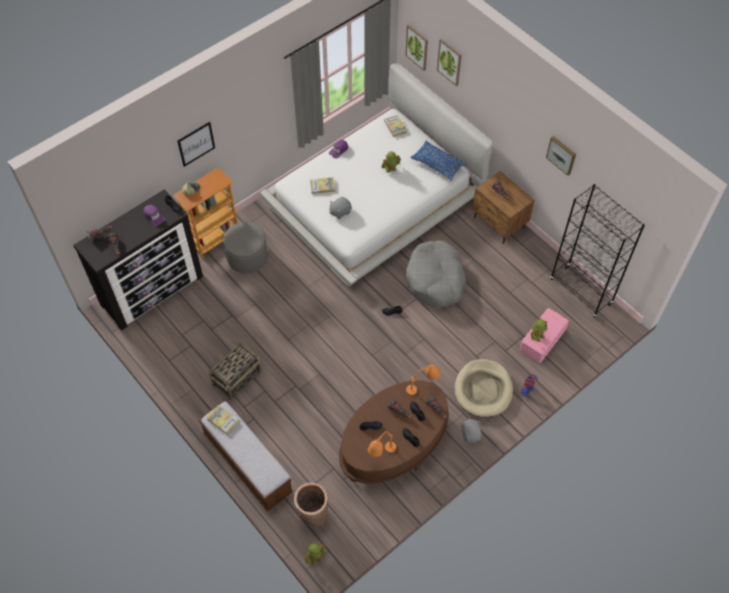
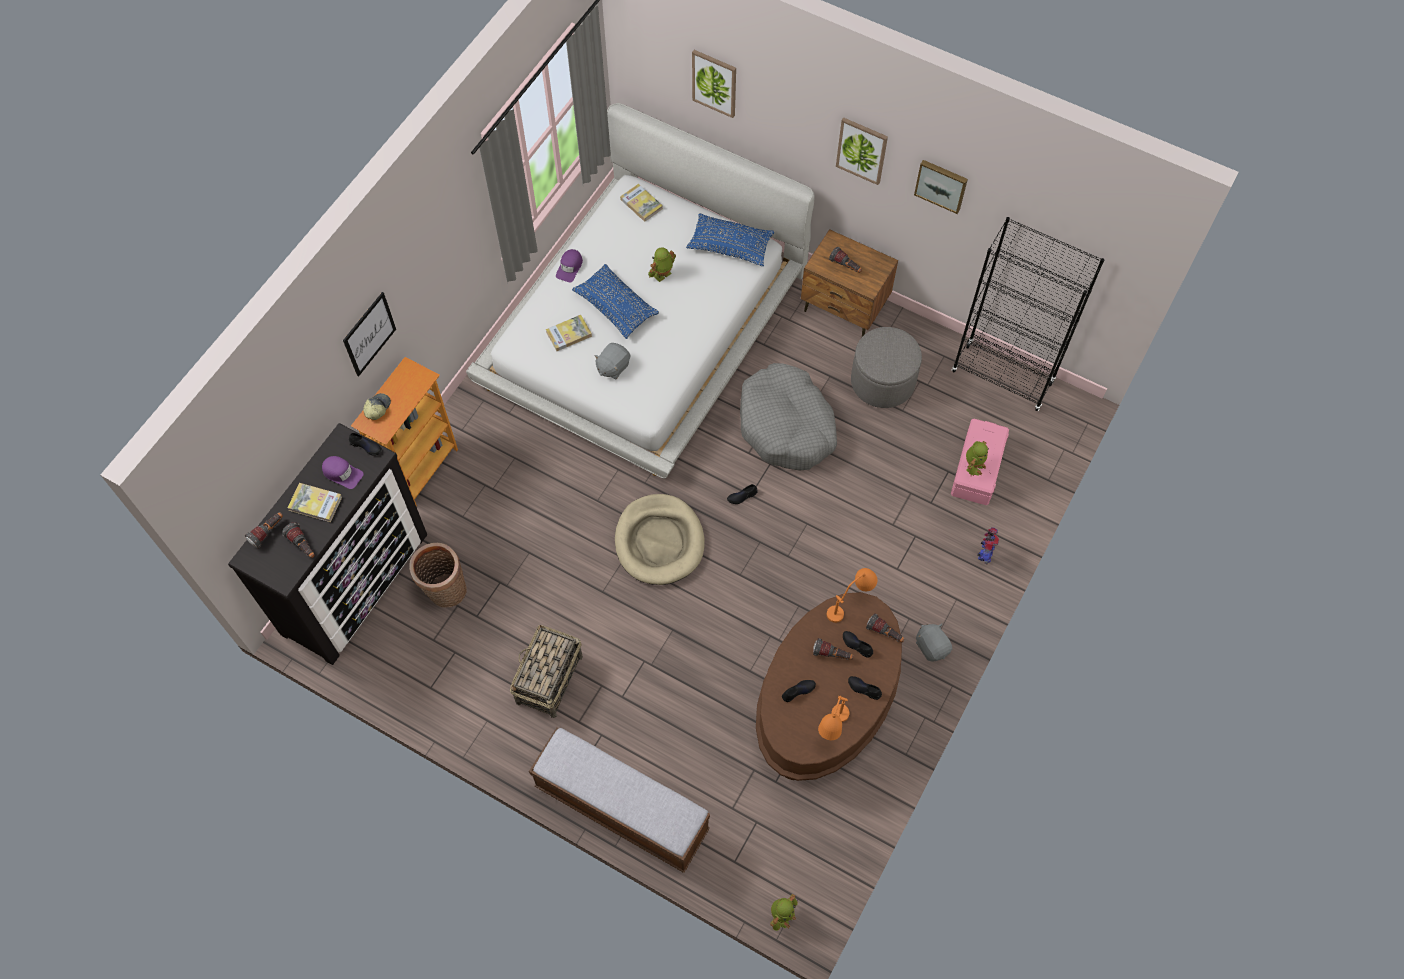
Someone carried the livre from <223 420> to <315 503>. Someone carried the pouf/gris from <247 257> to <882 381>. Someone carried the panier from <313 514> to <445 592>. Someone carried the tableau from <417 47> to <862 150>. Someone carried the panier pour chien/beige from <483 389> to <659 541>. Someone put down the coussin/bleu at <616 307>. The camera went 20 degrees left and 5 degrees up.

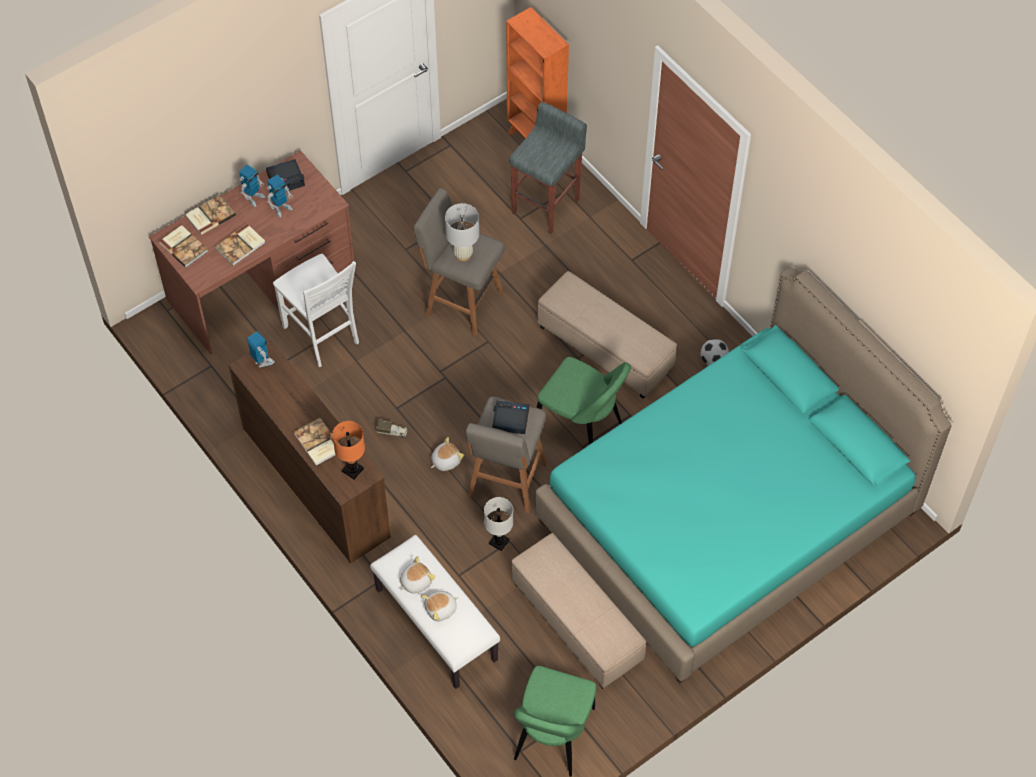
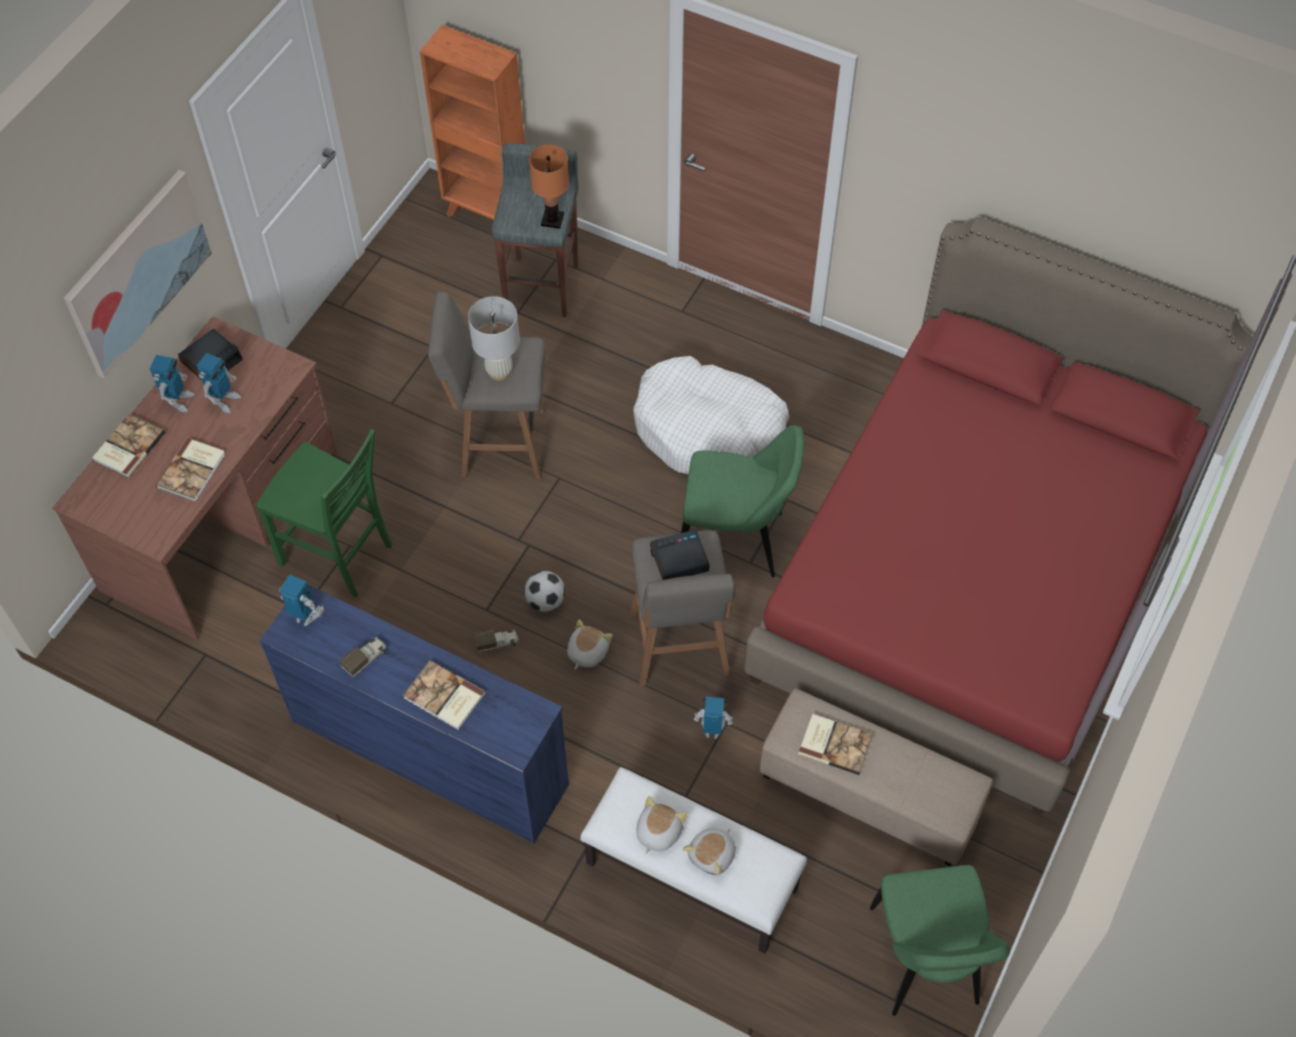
Someone carried the livre from <184 246> to <835 744>. Someone repainted the commode/marron at <316 481>, which became the commode/bleu at <429 751>. Someone repainted the chaise/blanc at <322 335>, which became the chaise/vert at <338 554>. Someone carried the lampe de table/orange from <352 469> to <552 219>. Someone swapped the lampe de table/blanc at <498 542> for the robot jouet at <712 729>. Someone repainted the lit/turquoise at <727 517>, which became the lit/rouge at <975 577>. Someone swapped the pouf/beige at <604 348> for the panier pour chien/blanc at <709 430>. Someone carried the ballon de foot from <713 360> to <545 601>. Someone put up the tableau at <137 272>. Someone put down the camion jouet at <365 659>. The camera went 25 degrees left and 0 degrees up.

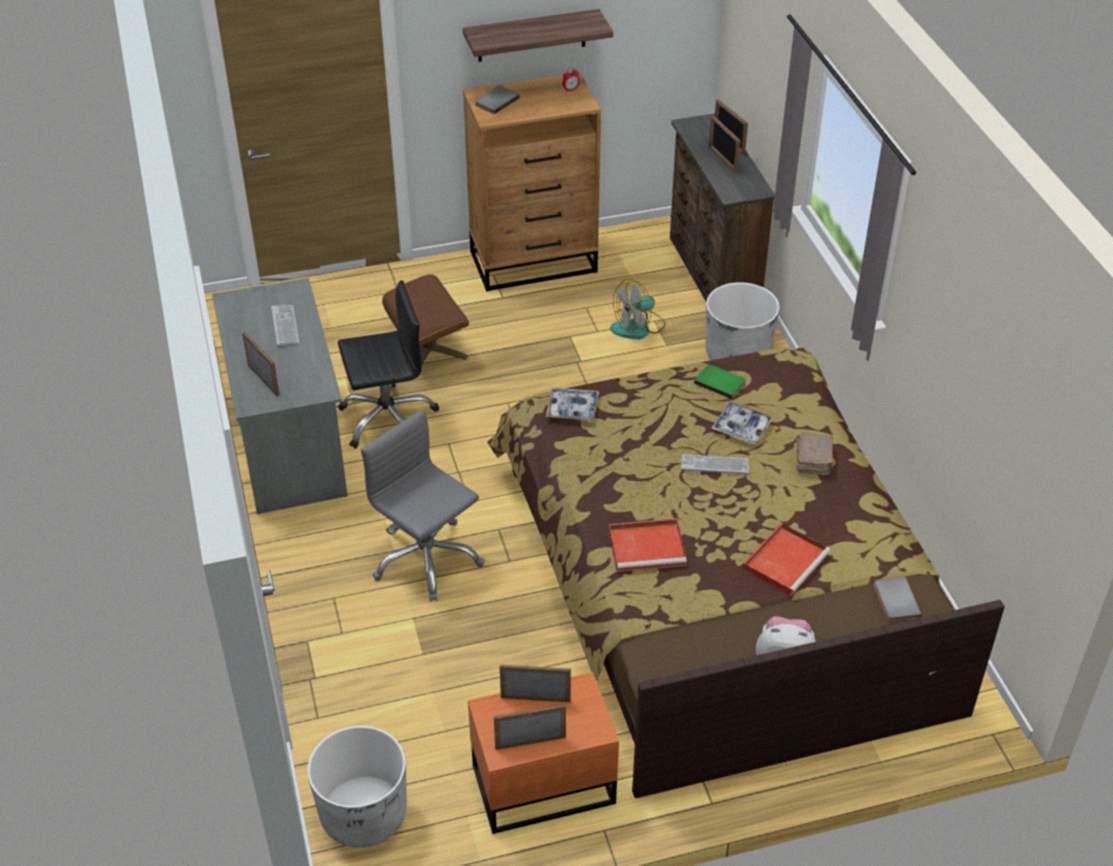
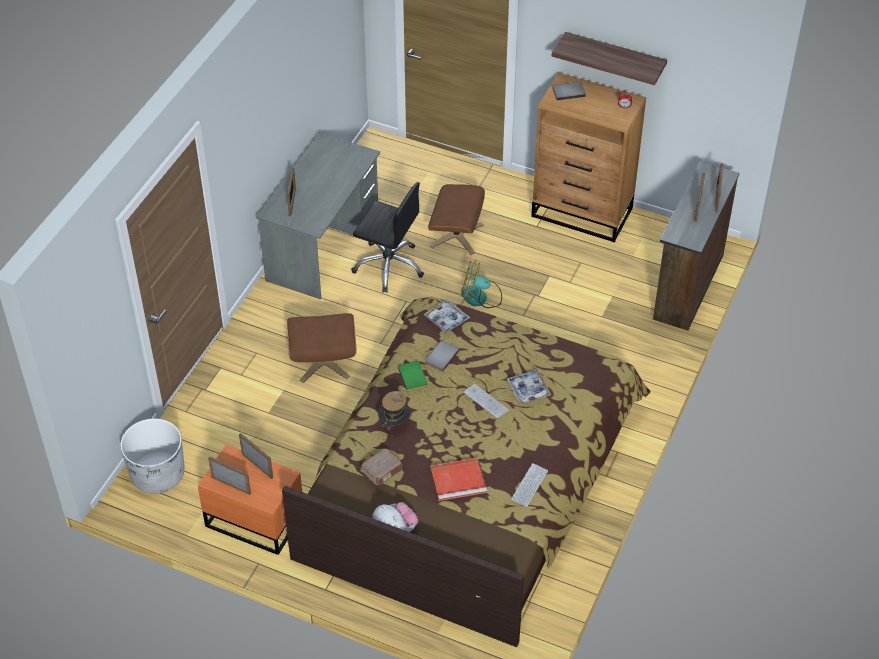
Someone carried the clavier from <285 326> to <529 485>. Someone swapped the chaise de bureau/gris at <426 559> for the pouf/marron at <323 361>. Someone swapped the plateau/rouge at <648 547> for the chapeau at <395 424>. Someone carried the ventilateur from <638 327> to <480 297>. Someone carried the livre/vert from <720 382> to <414 377>. Someone took away the cache-pot/blanc at <737 354>. Someone carried the livre/marron from <814 460> to <382 471>. Someone carried the livre/gris from <894 601> to <440 356>. The camera went 40 degrees right and 5 degrees up.

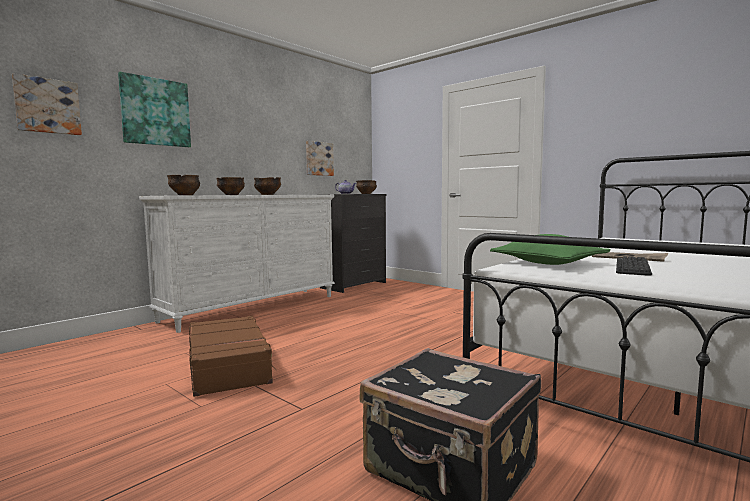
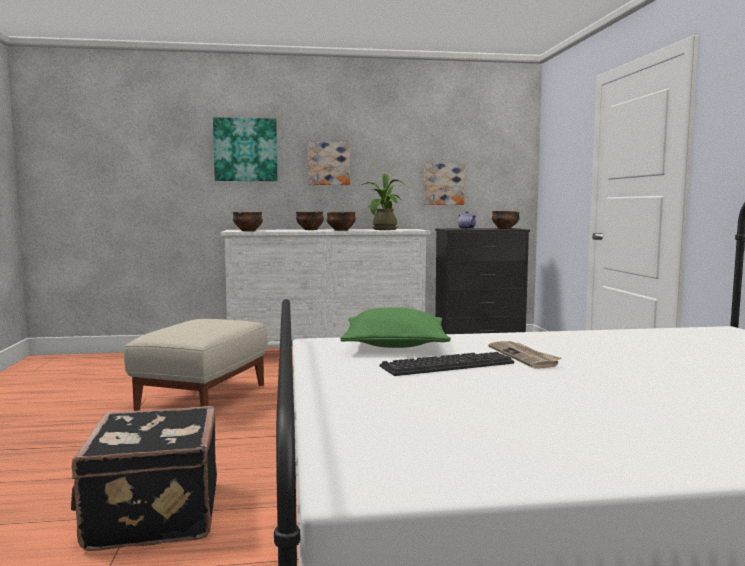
Someone carried the tableau from <47 106> to <328 164>. Someone swapped the valise/marron at <229 366> for the pouf/beige at <203 396>. Someone put down the plante en pot at <383 229>. The camera went 40 degrees right and 0 degrees up.

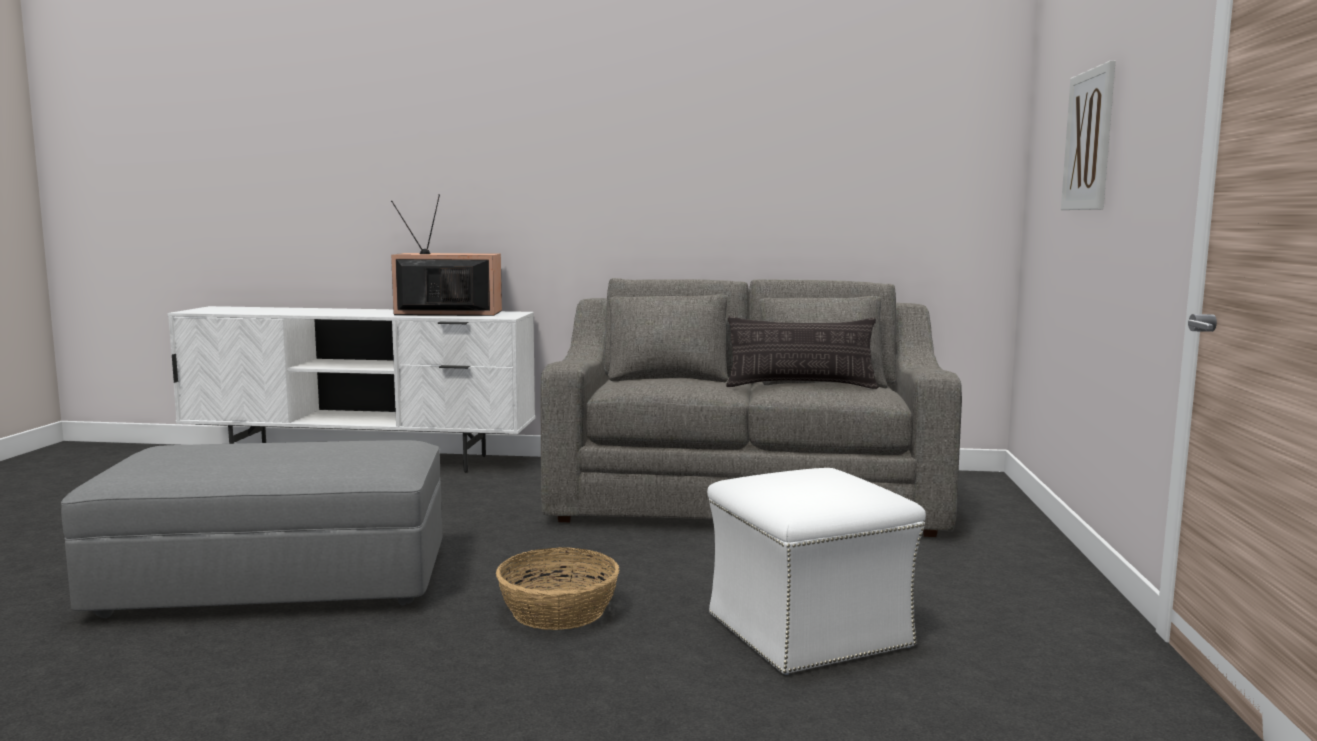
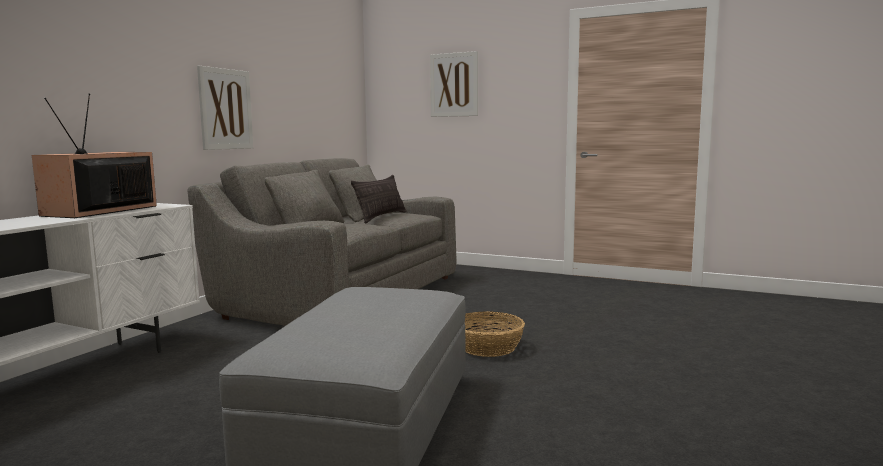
Someone took away the pouf/blanc at <806 631>. Someone put up the tableau at <225 109>. The camera went 70 degrees left and 0 degrees up.

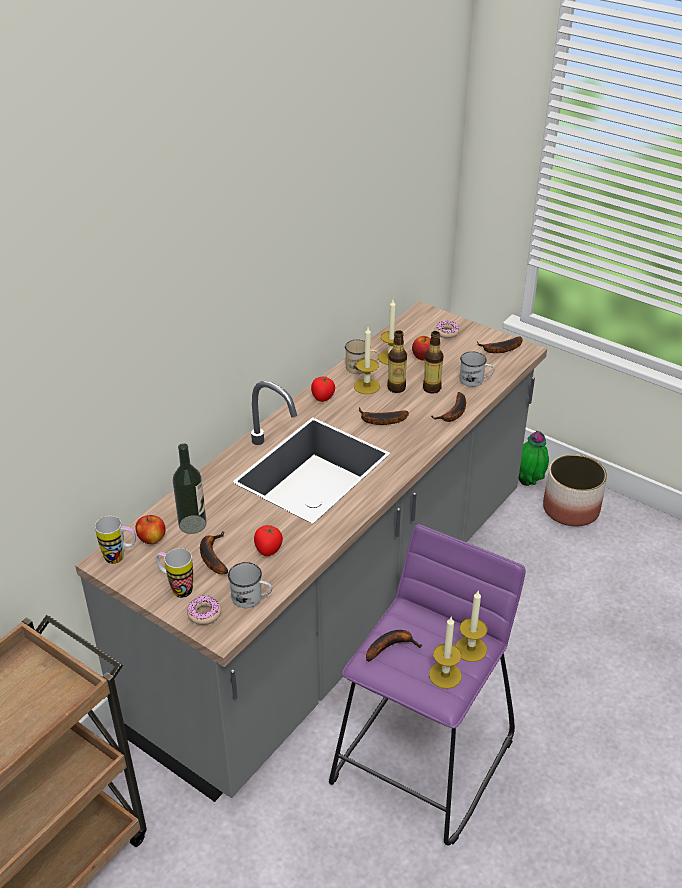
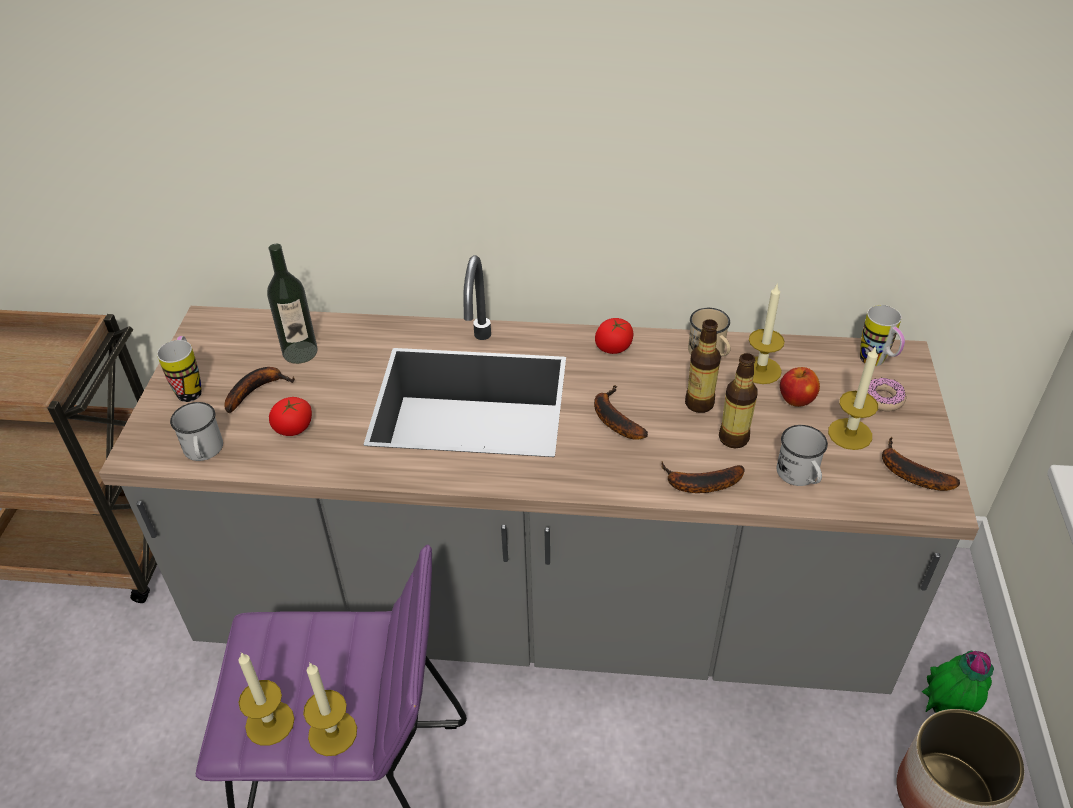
Someone carried the mug from <120 557> to <877 363>. Someone took away the pomme at <152 539>. Someone took away the beignet at <204 614>. Someone carried the bougie from <366 386> to <850 434>. Someone took away the banane at <391 646>. The camera went 60 degrees right and 5 degrees up.

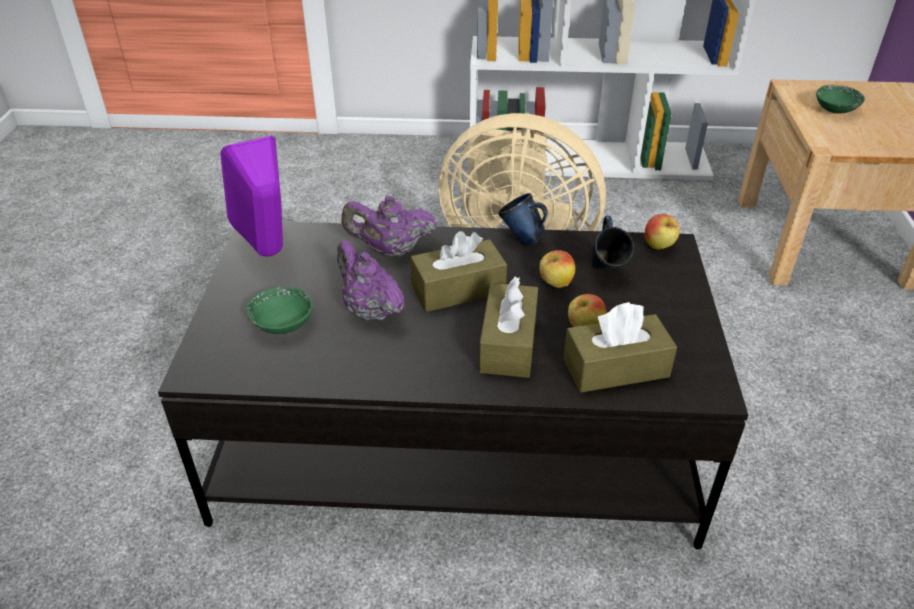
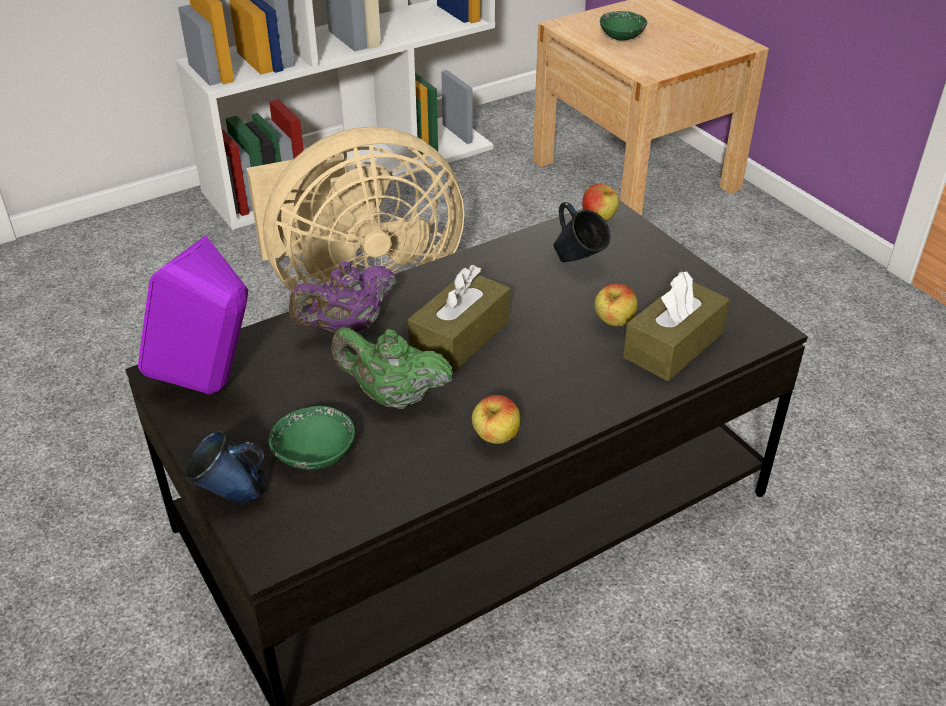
Someone repainted the théière/violet at <370 309>, which became the théière/vert at <393 397>. Someone took away the boîte à mouchoirs/marron at <508 343>. Someone carried the mug/bleu from <522 240> to <232 497>. Someone carried the pomme from <555 284> to <495 439>. The camera went 35 degrees left and 0 degrees up.

